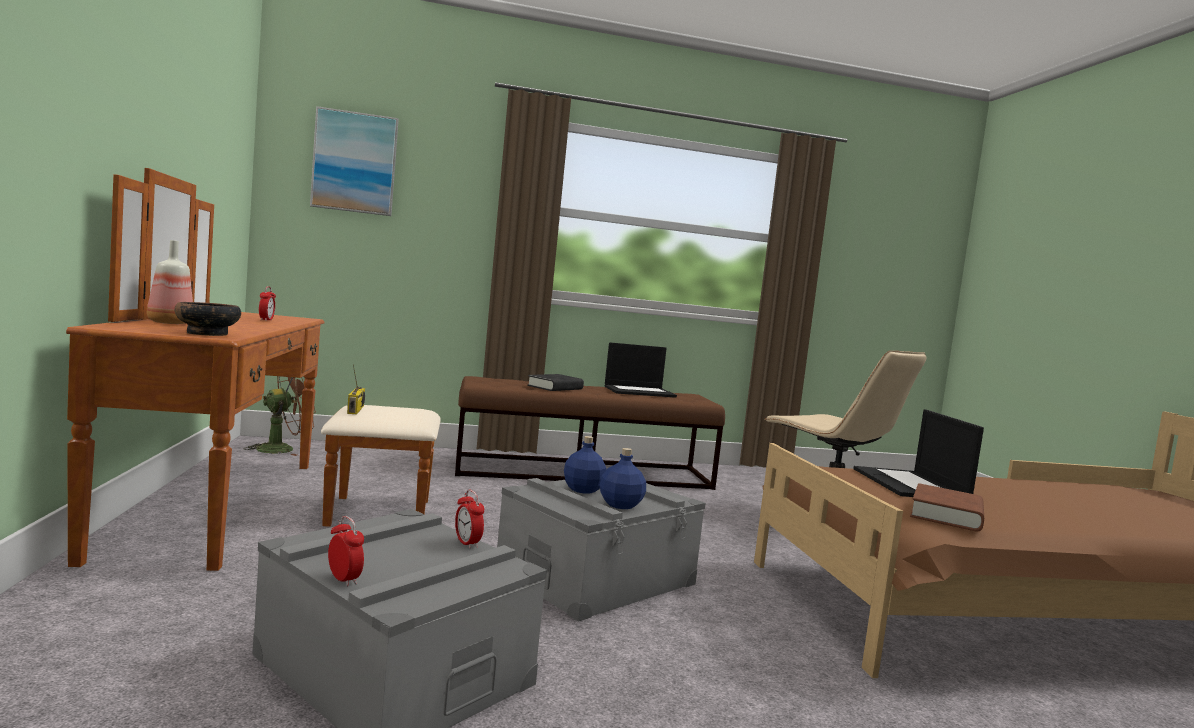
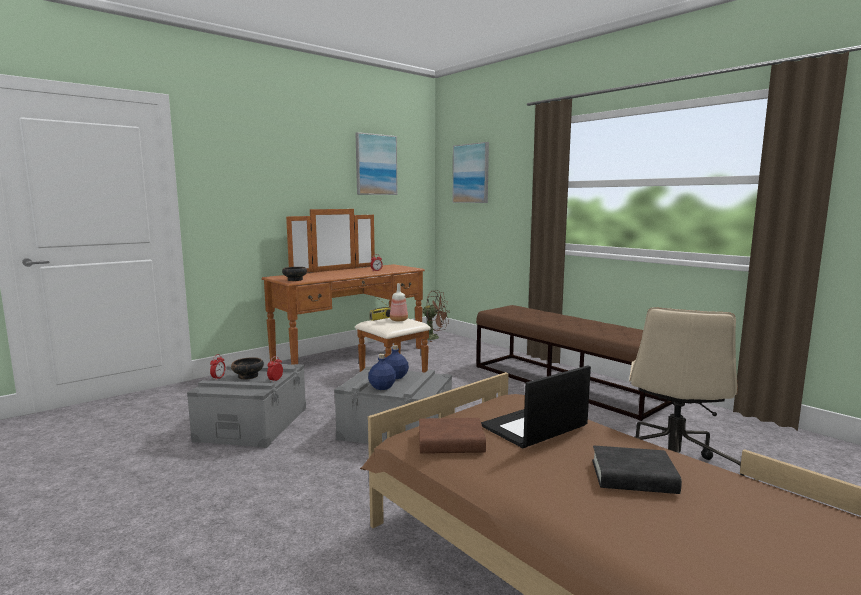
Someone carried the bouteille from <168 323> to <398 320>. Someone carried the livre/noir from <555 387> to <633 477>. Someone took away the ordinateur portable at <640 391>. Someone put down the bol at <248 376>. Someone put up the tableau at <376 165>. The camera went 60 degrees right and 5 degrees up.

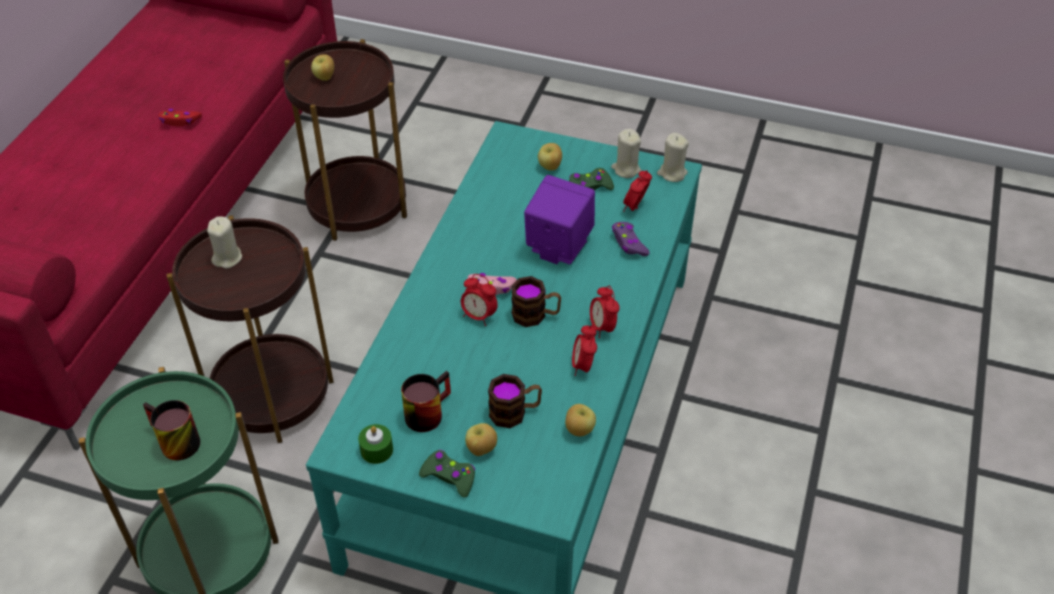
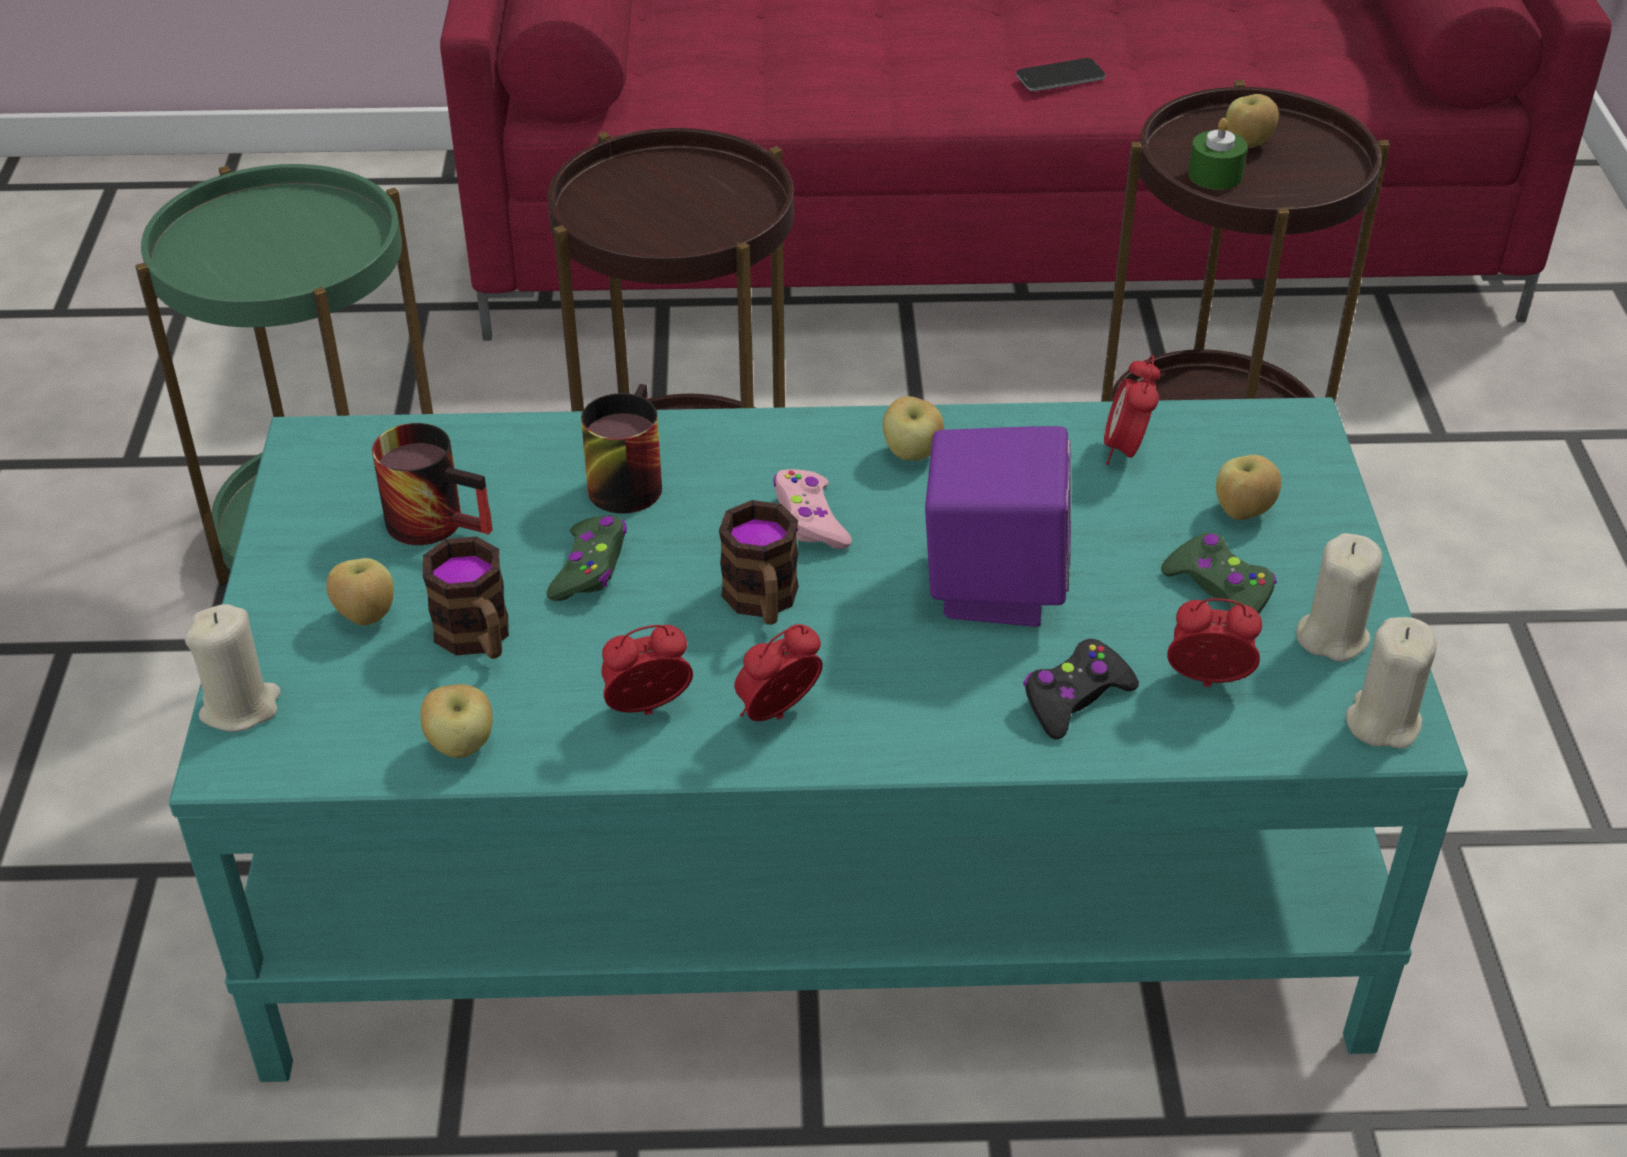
Someone carried the mug from <172 443> to <622 479>. Someone swapped the manette/rouge at <180 121> for the téléphone at <1060 77>. Someone carried the bougie/beige from <227 258> to <241 707>. Someone carried the bougie/vert from <376 450> to <1215 175>. Someone carried the manette/vert from <449 476> to <590 568>. Someone carried the réveil from <479 316> to <1126 451>. Someone repainted the manette/violet at <629 243>, which became the manette/noir at <1075 698>. Someone put down the pomme at <912 454>. The camera went 70 degrees right and 5 degrees down.

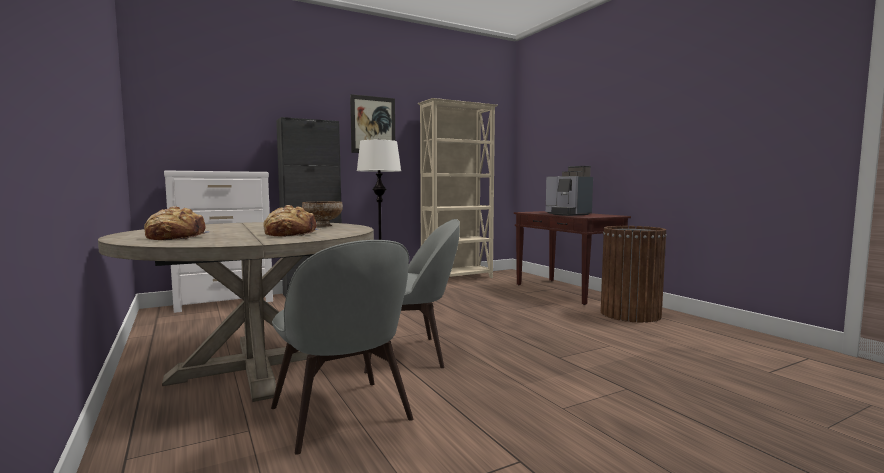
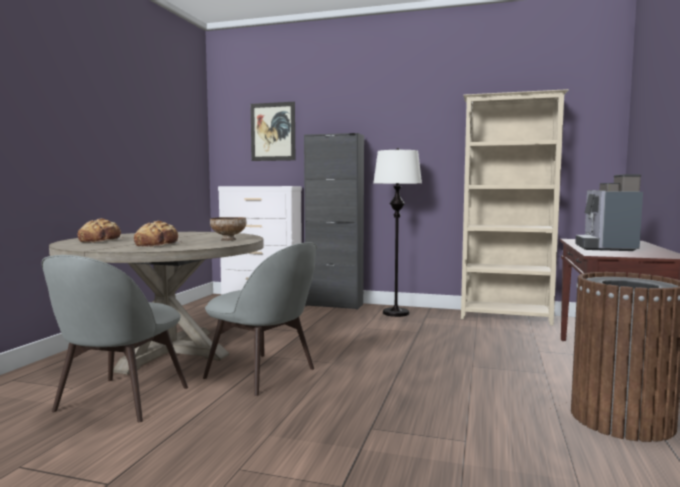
Someone carried the tableau from <373 125> to <273 131>. The camera went 45 degrees right and 0 degrees up.

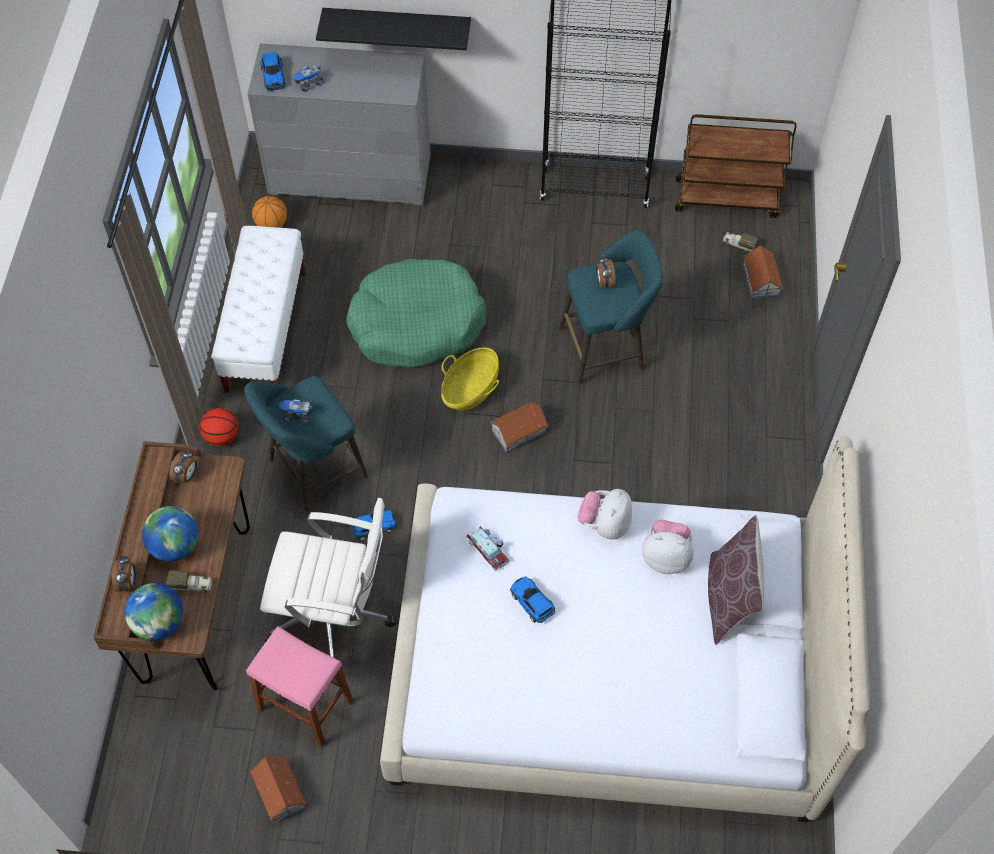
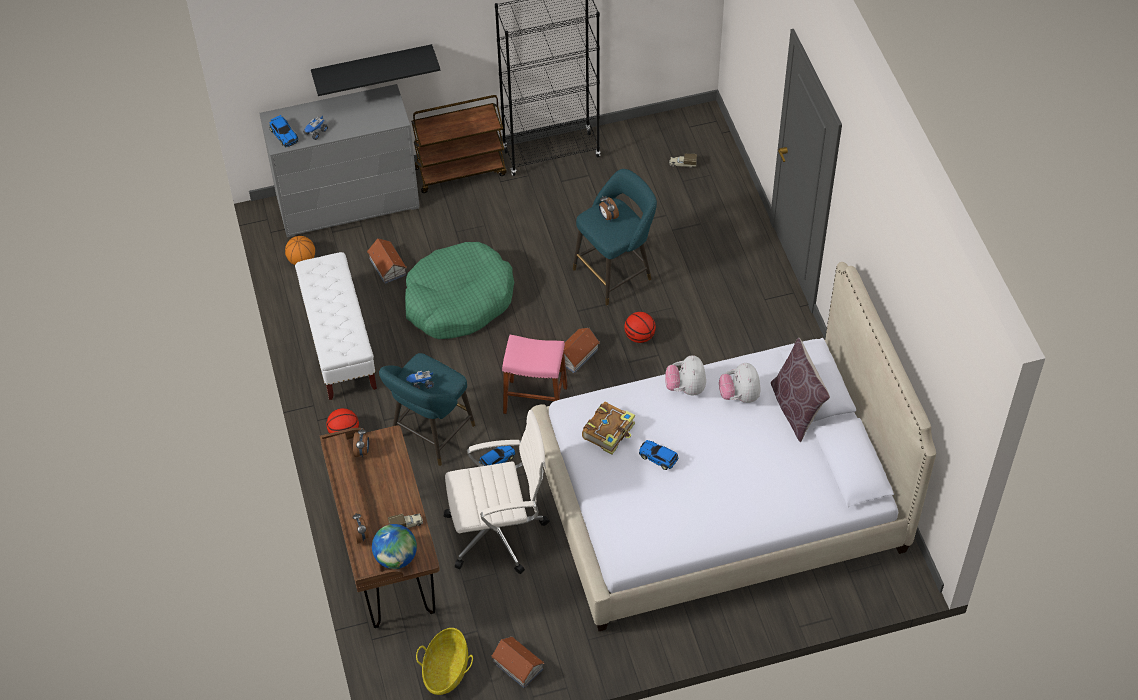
Someone took away the globe at <175 546>. Someone carried the tabouret/rose from <305 705> to <535 400>. Someone carried the panier from <470 389> to <446 670>. Someone swapped the petite voiture at <488 548> for the livre at <609 431>. Someone rotated the peluche at <666 557> by 90 degrees counterclockwise. Someone carried the chariot/marron from <727 198> to <461 171>. Someone carried the maison miniature from <761 280> to <387 266>. Someone put down the ballon de basket at <639 336>. The camera went 20 degrees left and 5 degrees down.

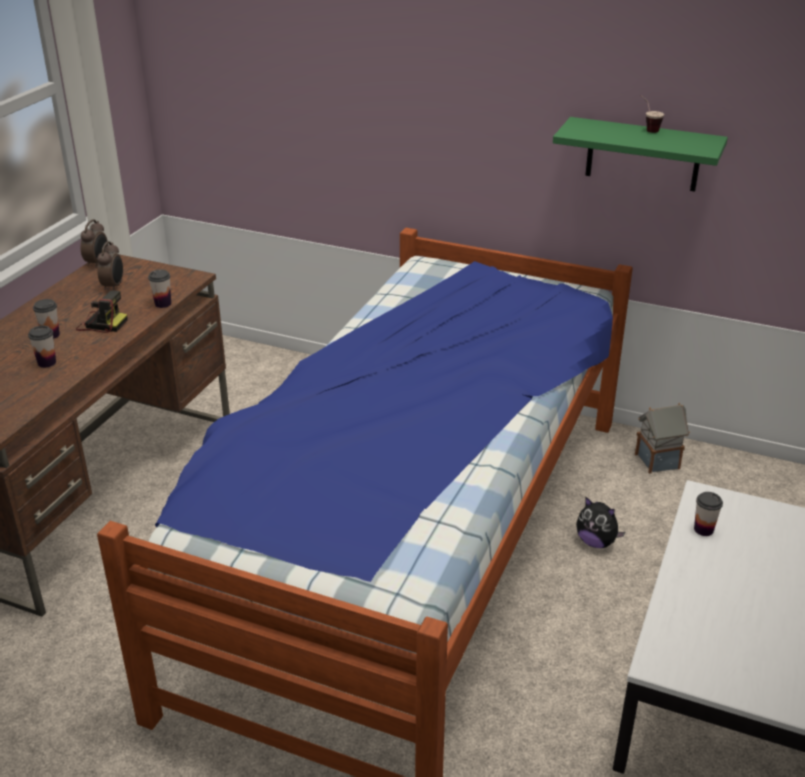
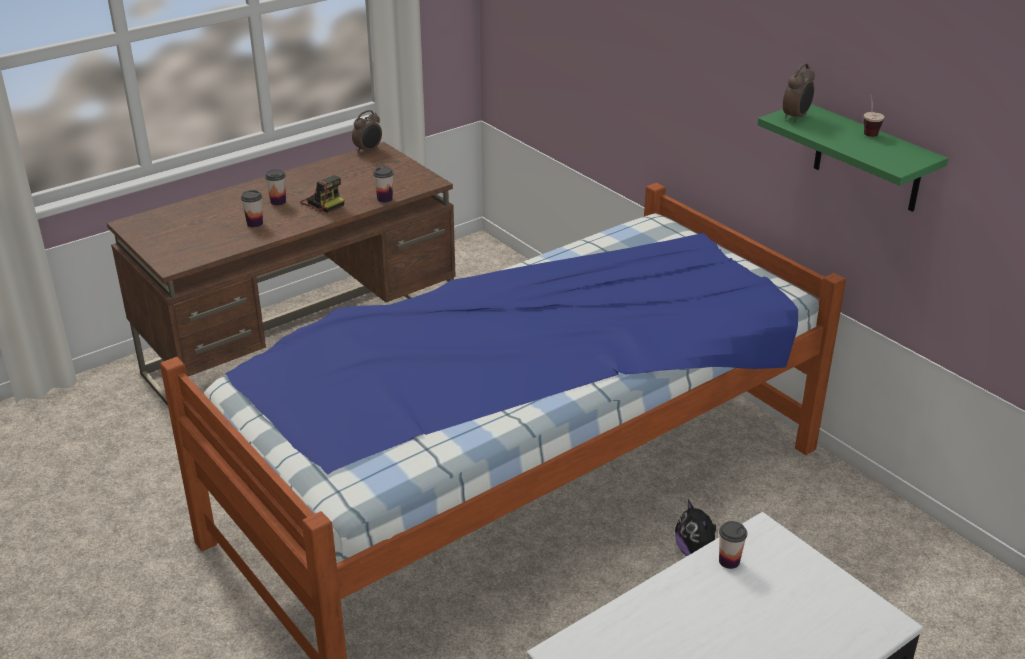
Someone carried the réveil from <114 286> to <796 117>. Someone took away the maison miniature at <658 460>. The camera went 30 degrees right and 0 degrees up.

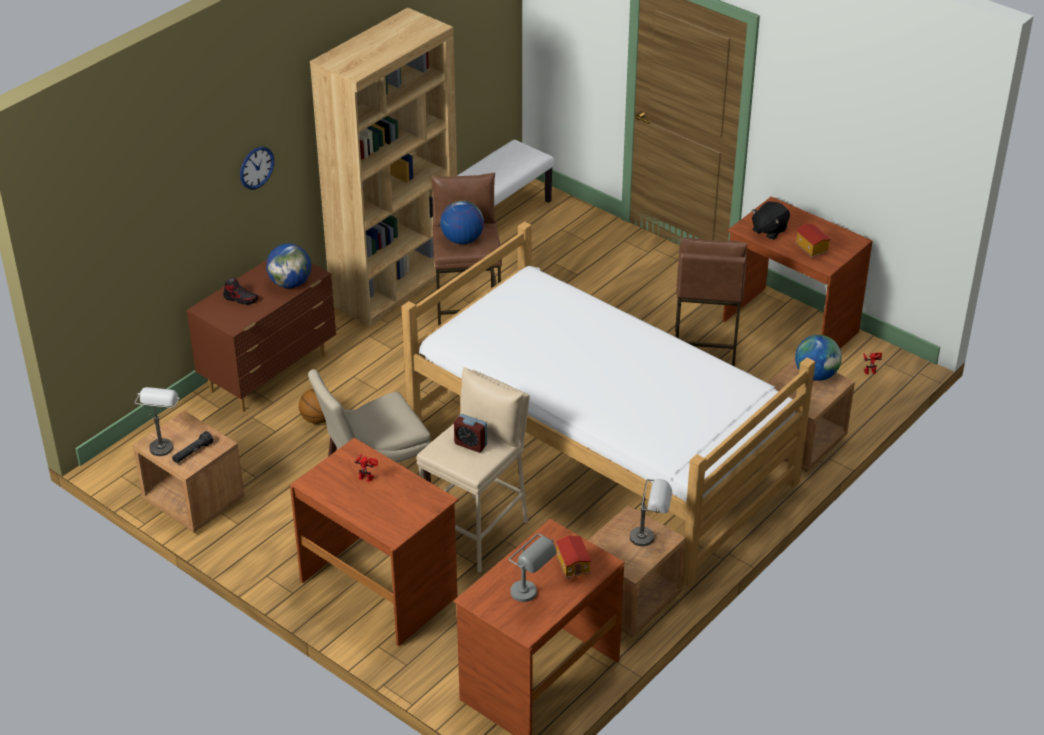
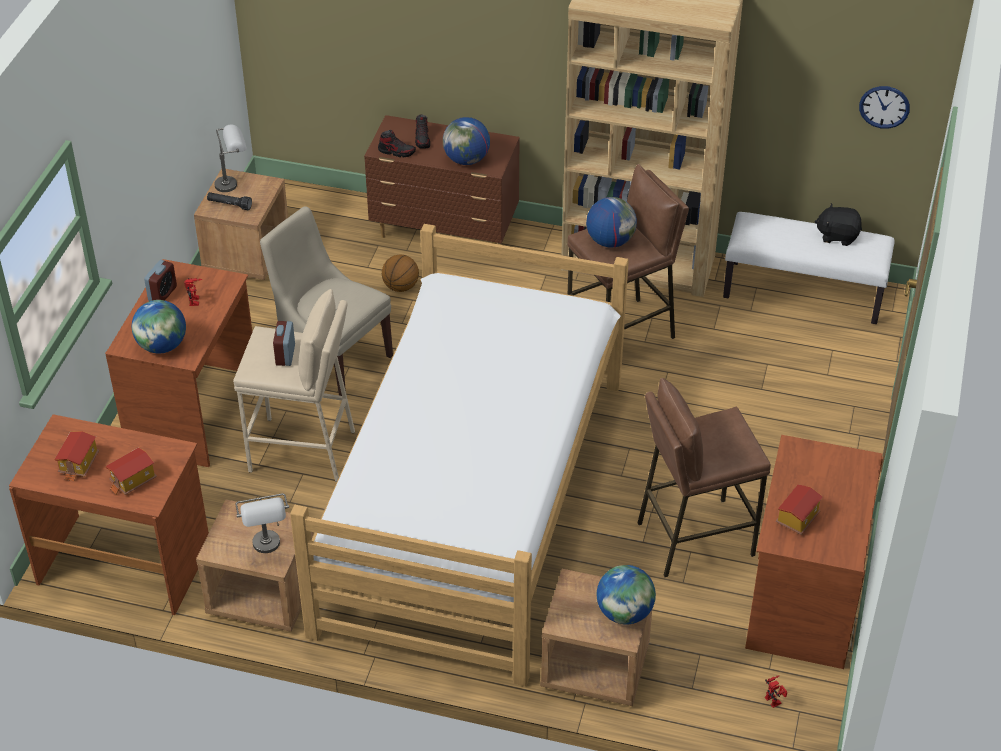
Someone carried the horloge murale from <256 167> to <884 106>. Someone swapped the lampe de table/gris at <531 596> for the maison miniature at <79 464>. Someone carried the peluche/noir from <769 230> to <837 235>. Someone put down the globe at <162 346>. Someone put down the réveil at <162 294>. Someone put down the chaussure at <397 151>. The camera went 65 degrees right and 5 degrees up.

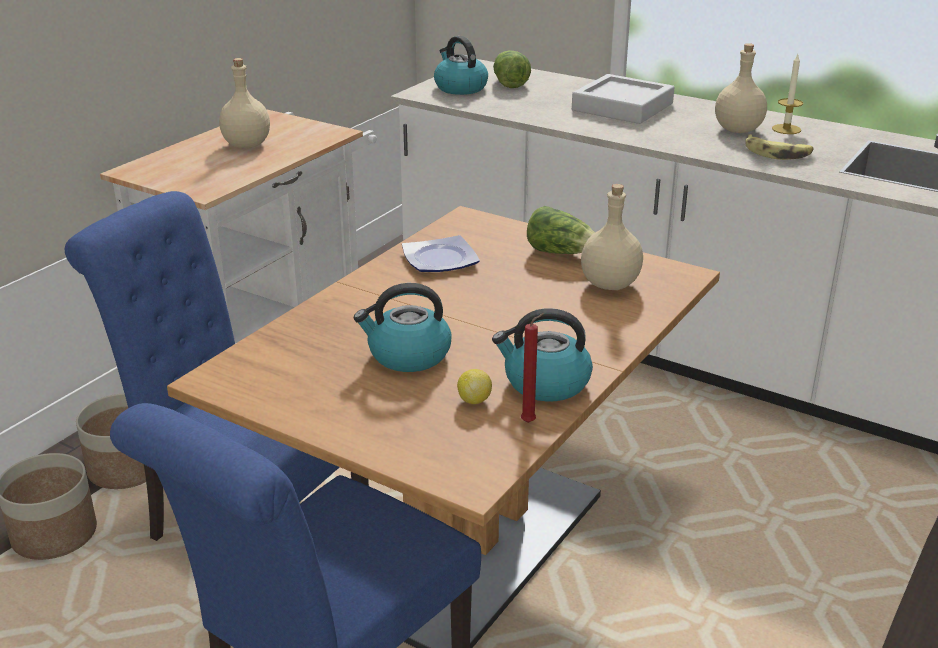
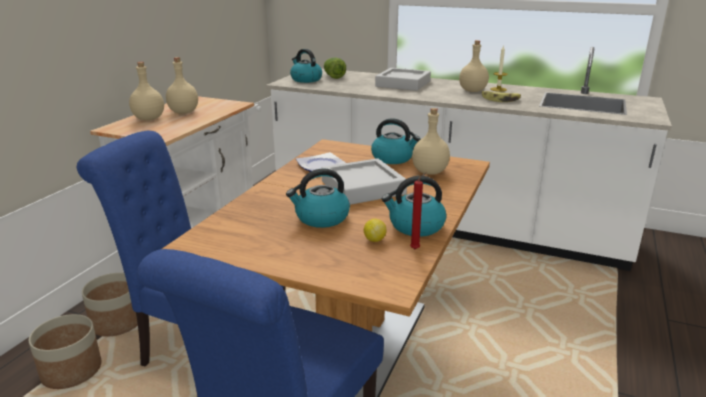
Someone swapped the laitue at <561 253> for the bouilloire at <393 158>. Someone put down the bouteille/beige at <149 118>. Someone put down the plateau/gris at <363 187>. The camera went 10 degrees left and 5 degrees down.

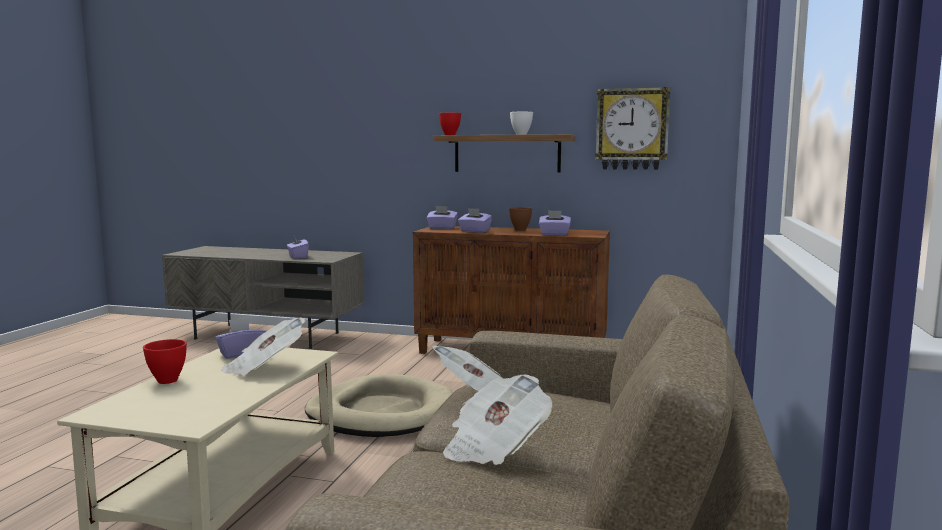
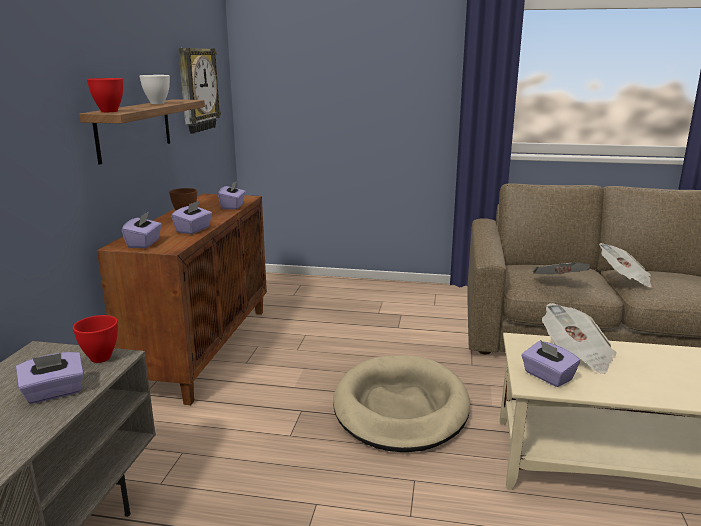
Someone carried the bol/rouge from <168 381> to <101 357>. The camera went 95 degrees left and 10 degrees up.

